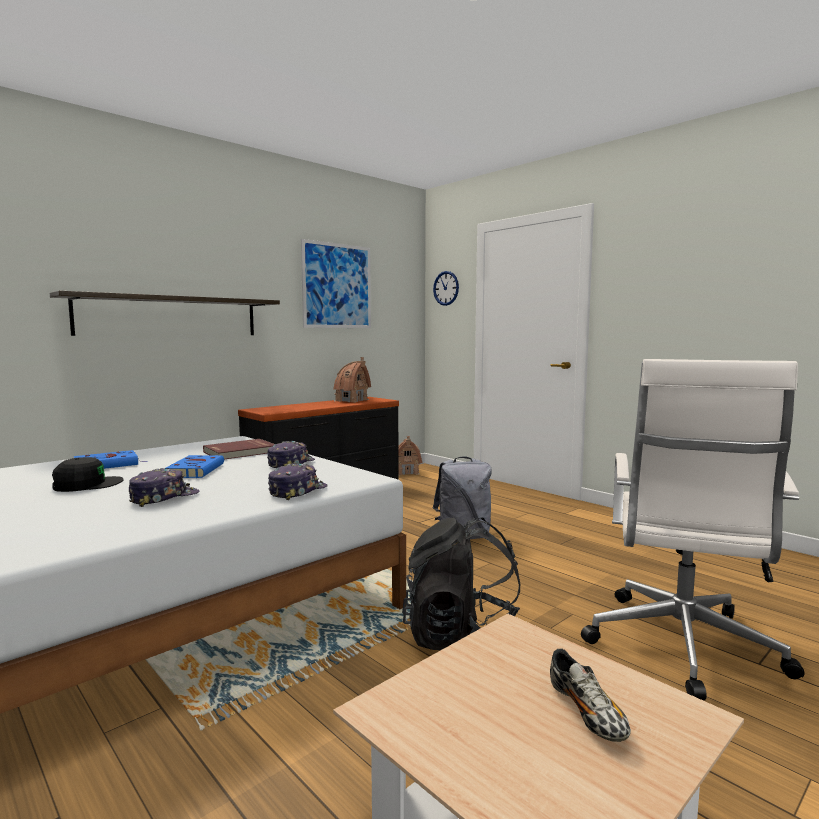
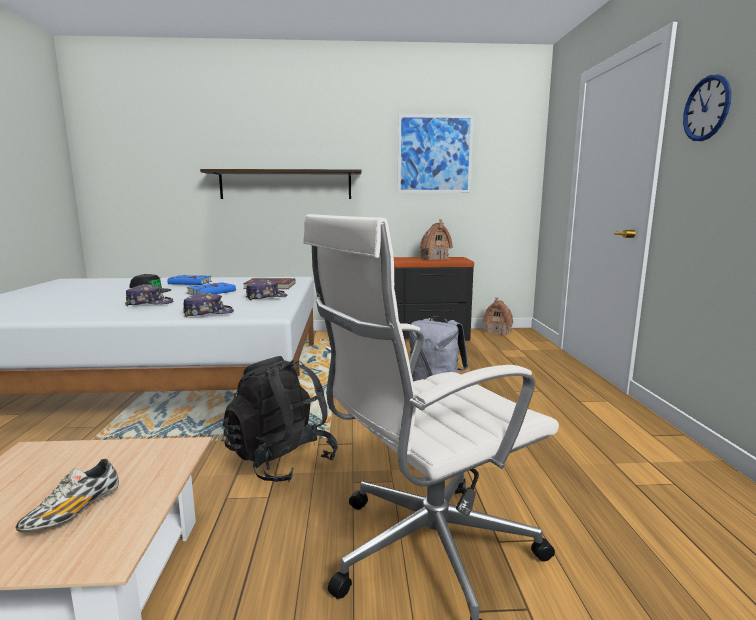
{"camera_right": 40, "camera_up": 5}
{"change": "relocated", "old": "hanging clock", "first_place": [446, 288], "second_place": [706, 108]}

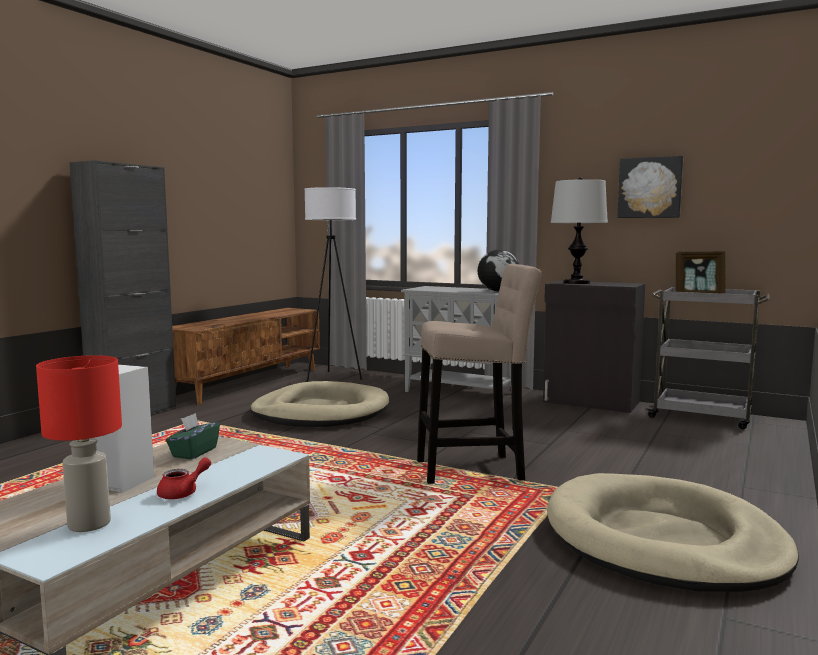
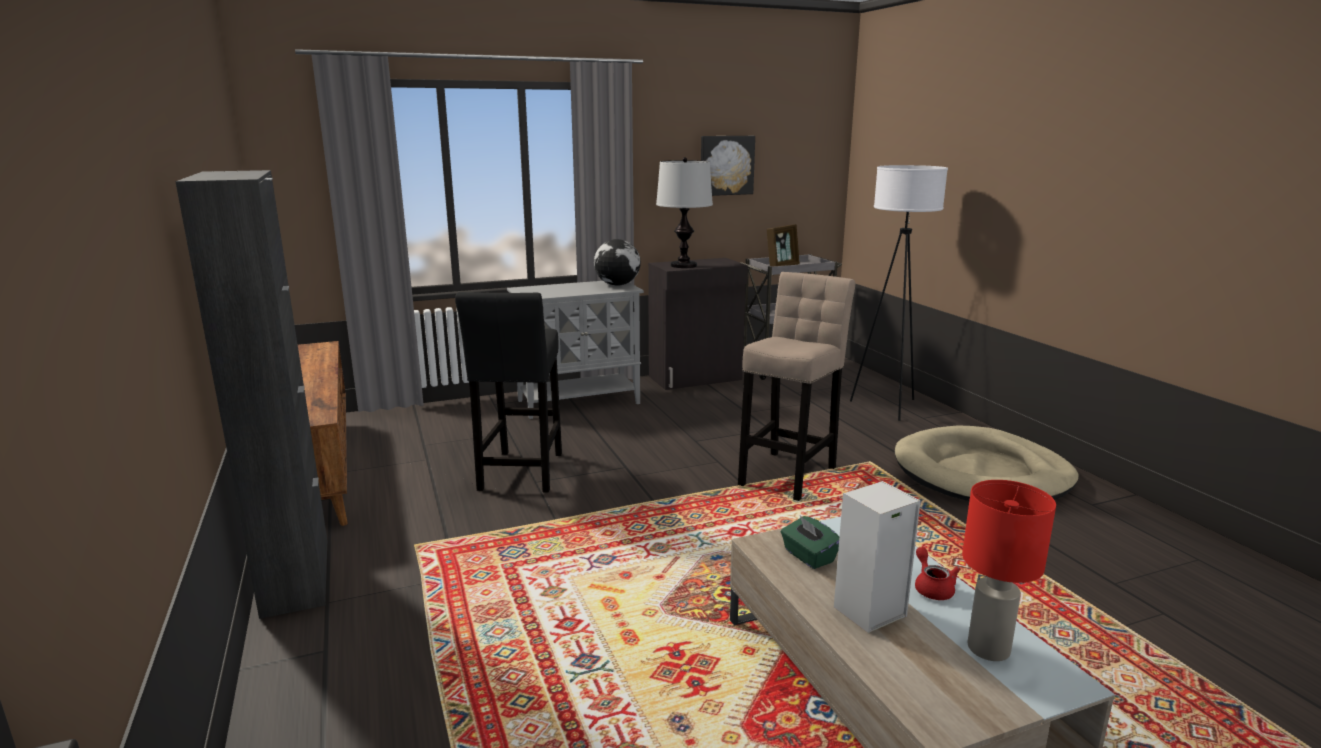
{"camera_right": -50, "camera_up": 10}
{"change": "relocated", "old": "whitish standard lamp", "first_place": [333, 378], "second_place": [888, 406]}
{"change": "exchanged", "old": "beige dog bed", "new": "blackish stool seat", "first_place": [320, 412], "second_place": [521, 474]}

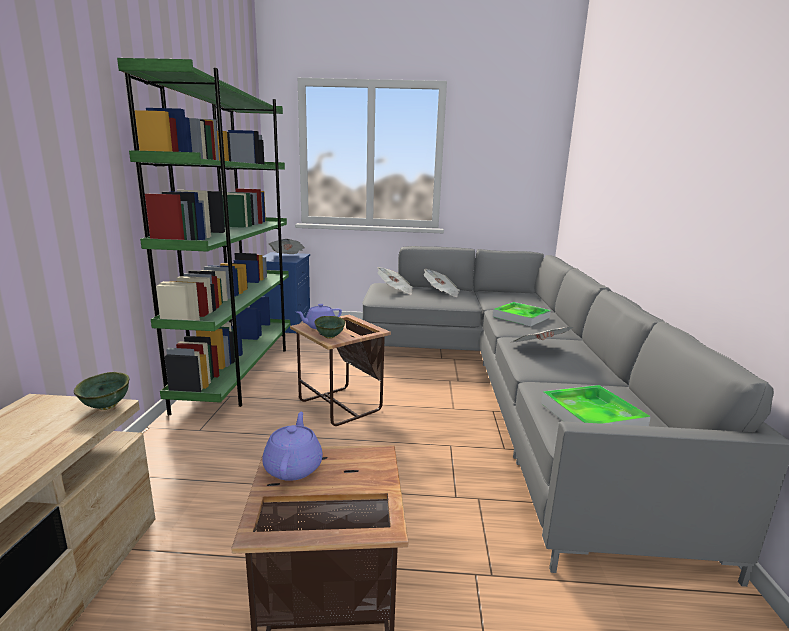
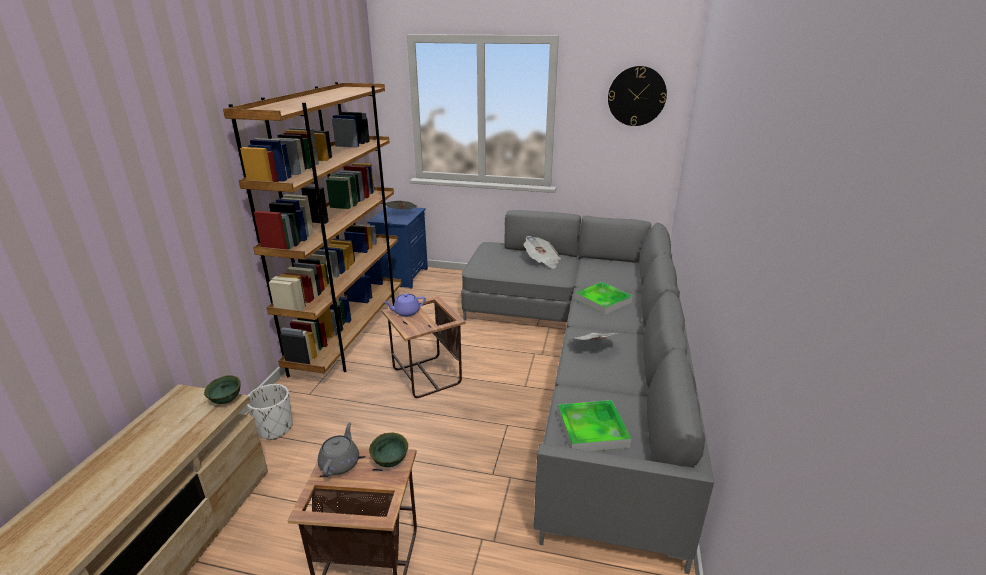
{"camera_right": 10, "camera_up": 10}
{"change": "missing", "old": "newspaper", "first_place": [395, 291]}
{"change": "appeared", "new": "whitish planter", "second_place": [275, 428]}
{"change": "appeared", "new": "hanging clock", "second_place": [636, 96]}
{"change": "relocated", "old": "green-coloured deep dish", "first_place": [330, 337], "second_place": [391, 461]}
{"change": "colour", "old": "green-coloured shelving unit", "new": "brown-coloured shelving unit", "first_place": [239, 373], "second_place": [350, 334]}
{"change": "colour", "old": "purplish tea pot", "new": "greyish tea pot", "first_place": [293, 466], "second_place": [340, 463]}

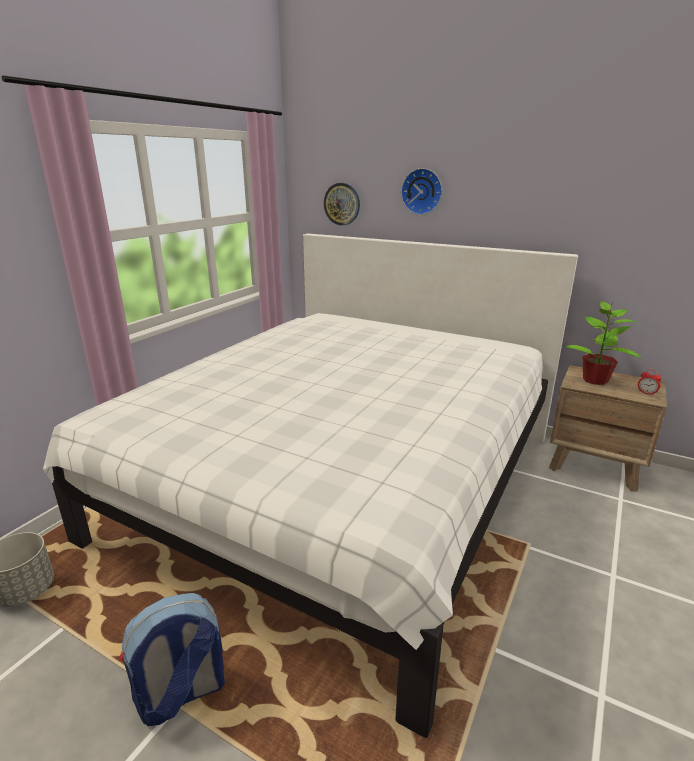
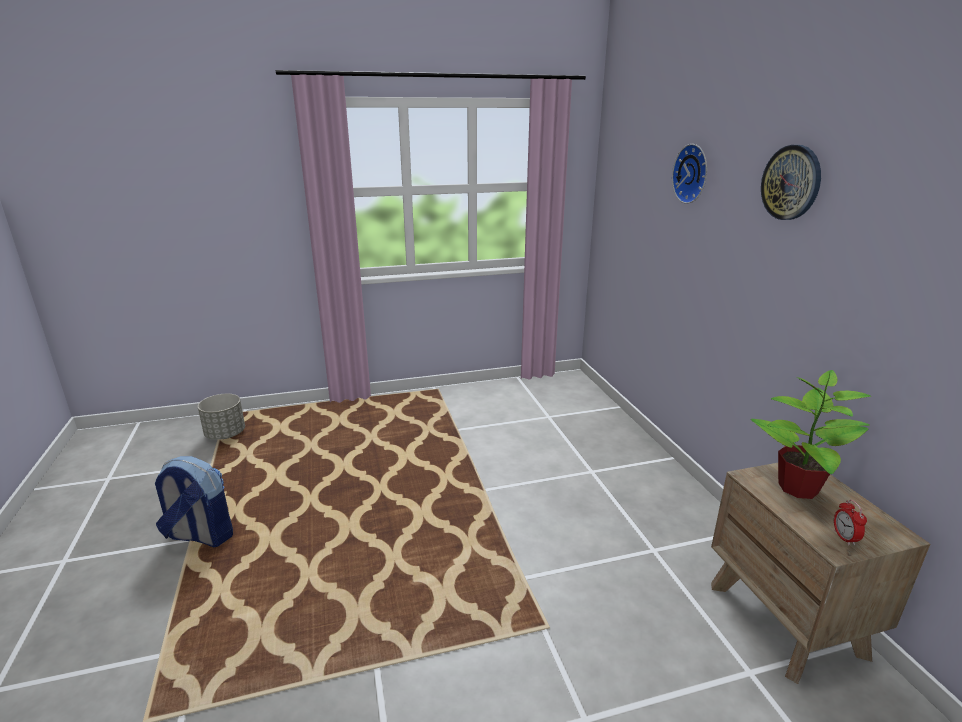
{"camera_right": 45, "camera_up": 0}
{"change": "missing", "old": "whitish bedroom bed", "first_place": [340, 483]}
{"change": "relocated", "old": "hanging clock", "first_place": [342, 204], "second_place": [791, 182]}

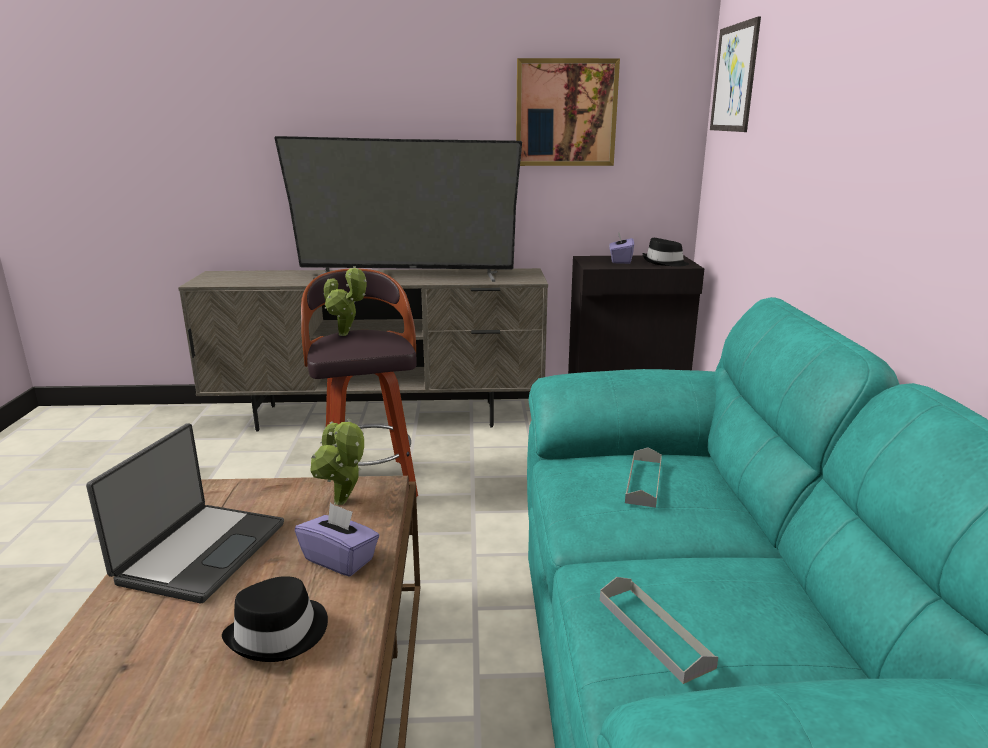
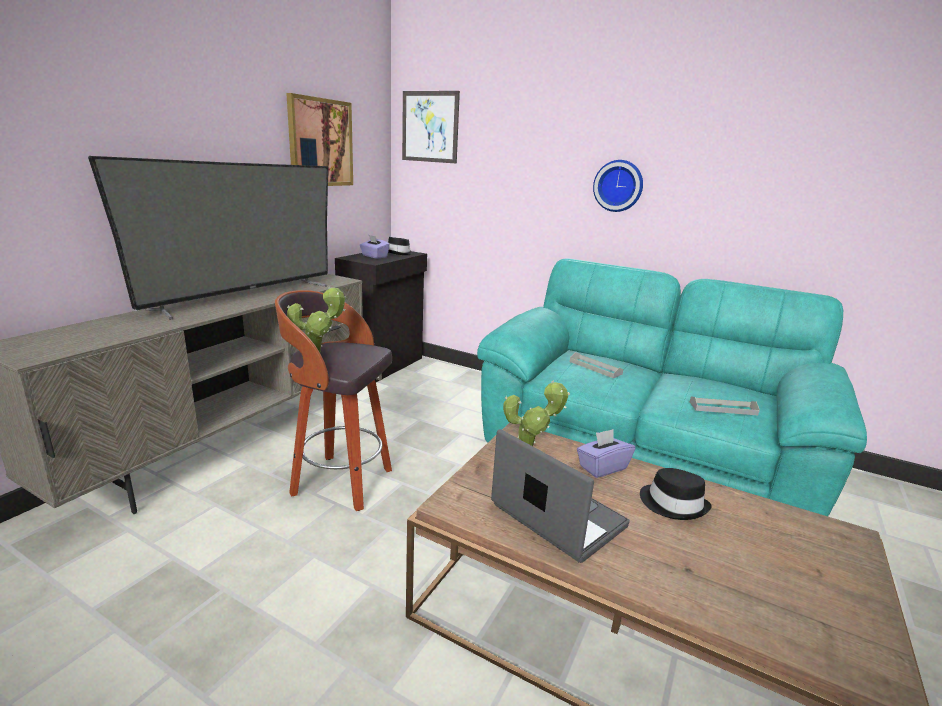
{"camera_right": -60, "camera_up": 0}
{"change": "appeared", "new": "hanging clock", "second_place": [618, 186]}

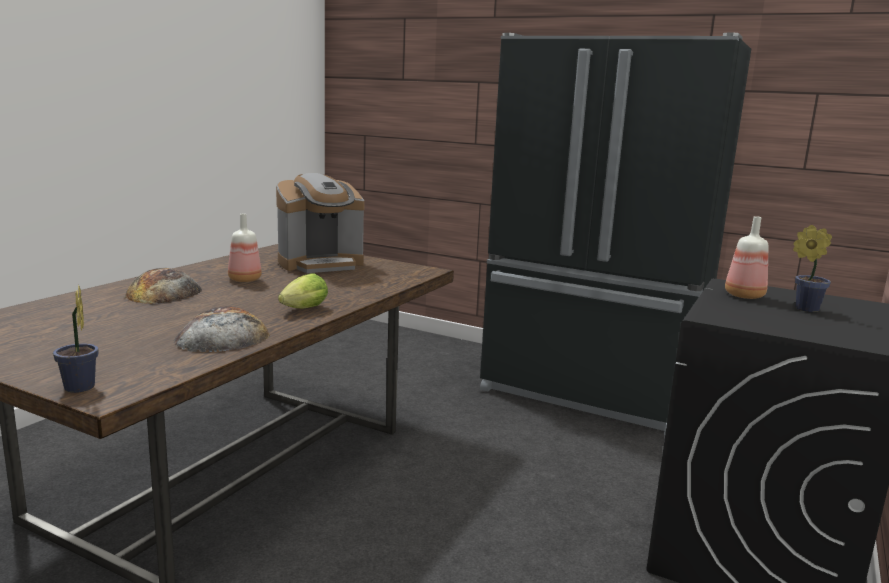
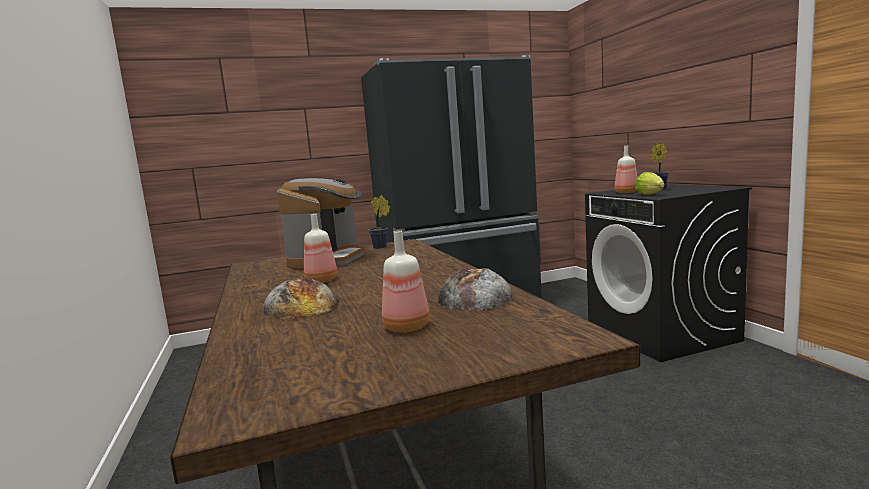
{"camera_right": -45, "camera_up": -5}
{"change": "appeared", "new": "drink bottle", "second_place": [407, 327]}
{"change": "relocated", "old": "potted plant", "first_place": [79, 389], "second_place": [381, 247]}
{"change": "relocated", "old": "head of lettuce", "first_place": [302, 309], "second_place": [651, 195]}

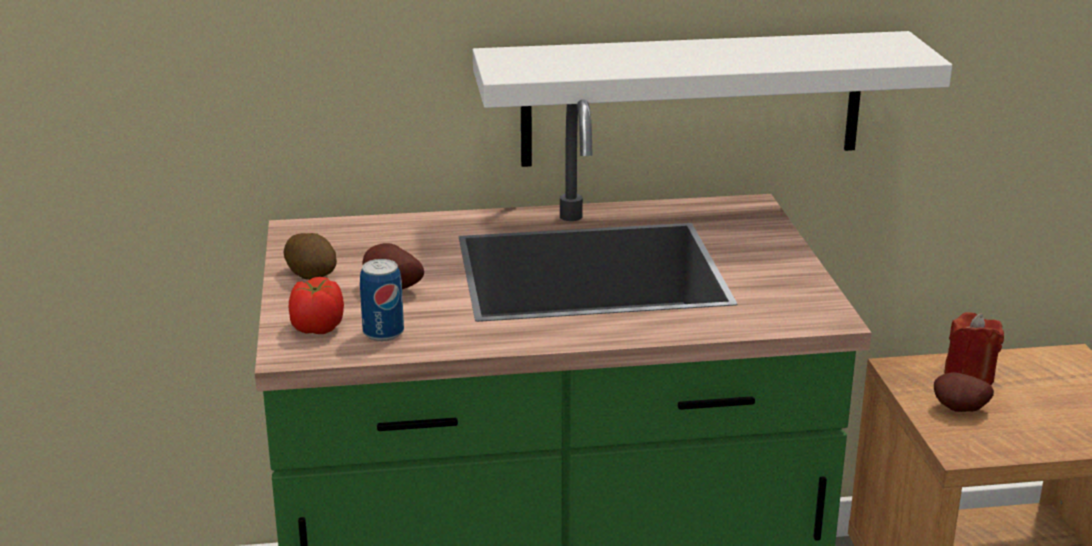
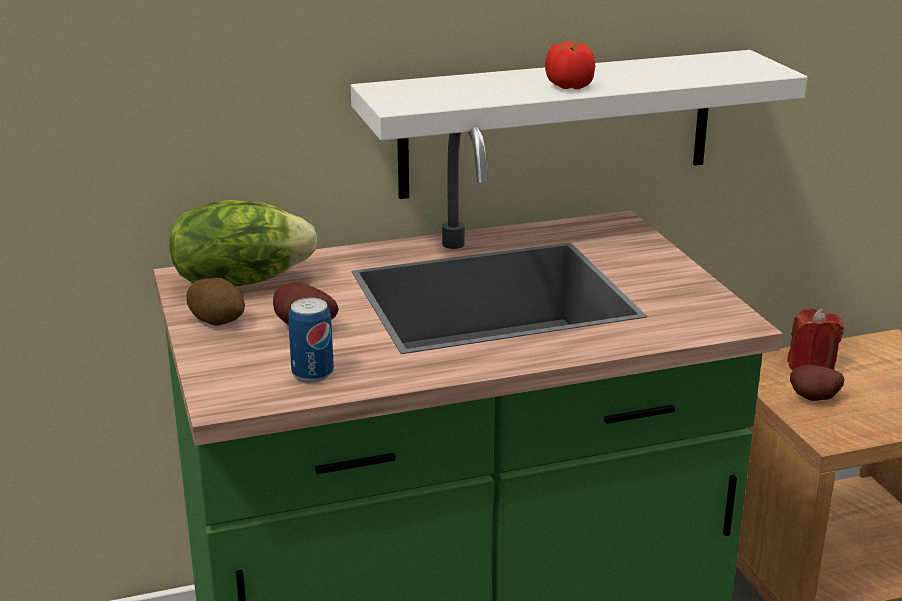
{"camera_right": -10, "camera_up": 0}
{"change": "appeared", "new": "head of lettuce", "second_place": [240, 281]}
{"change": "relocated", "old": "fresh tomato", "first_place": [316, 328], "second_place": [569, 86]}

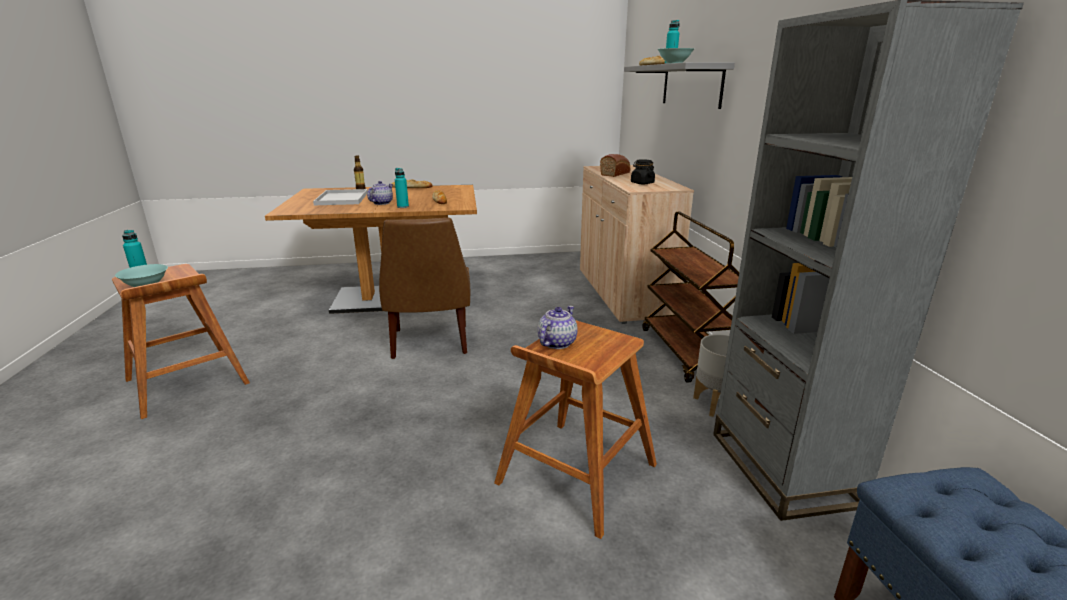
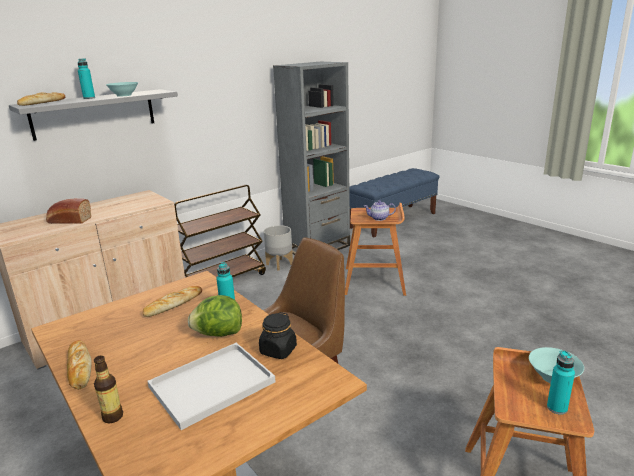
{"camera_right": -120, "camera_up": 0}
{"change": "relocated", "old": "blackish jar", "first_place": [642, 183], "second_place": [278, 350]}
{"change": "exchanged", "old": "tea pot", "new": "head of lettuce", "first_place": [381, 203], "second_place": [218, 334]}

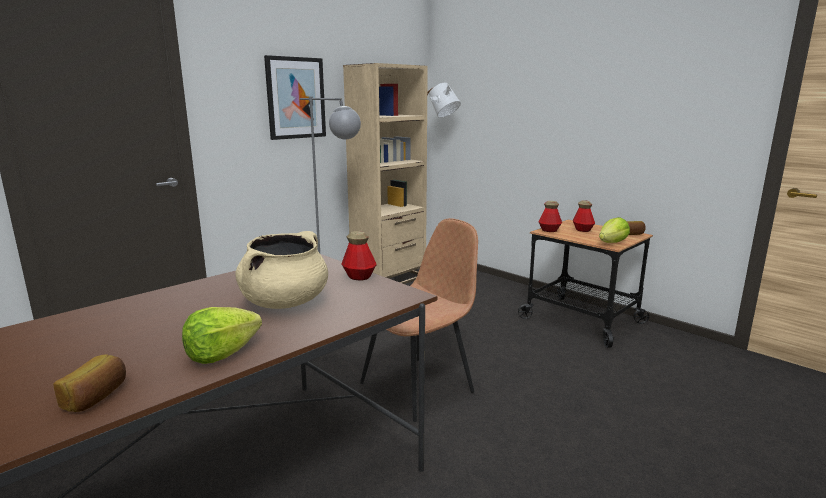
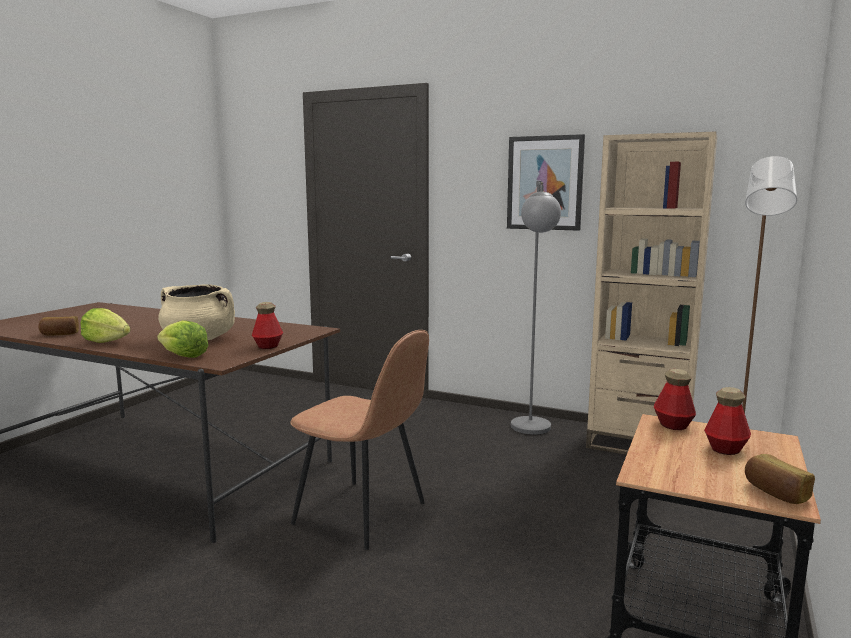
{"camera_right": 70, "camera_up": -5}
{"change": "relocated", "old": "head of lettuce", "first_place": [612, 243], "second_place": [183, 356]}

